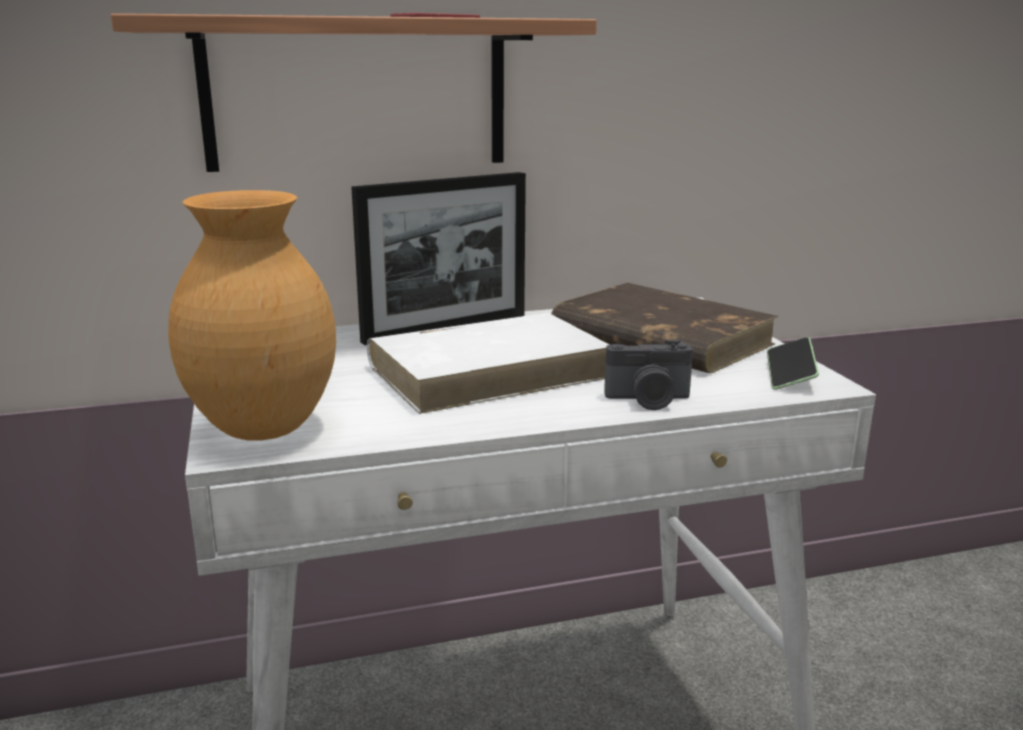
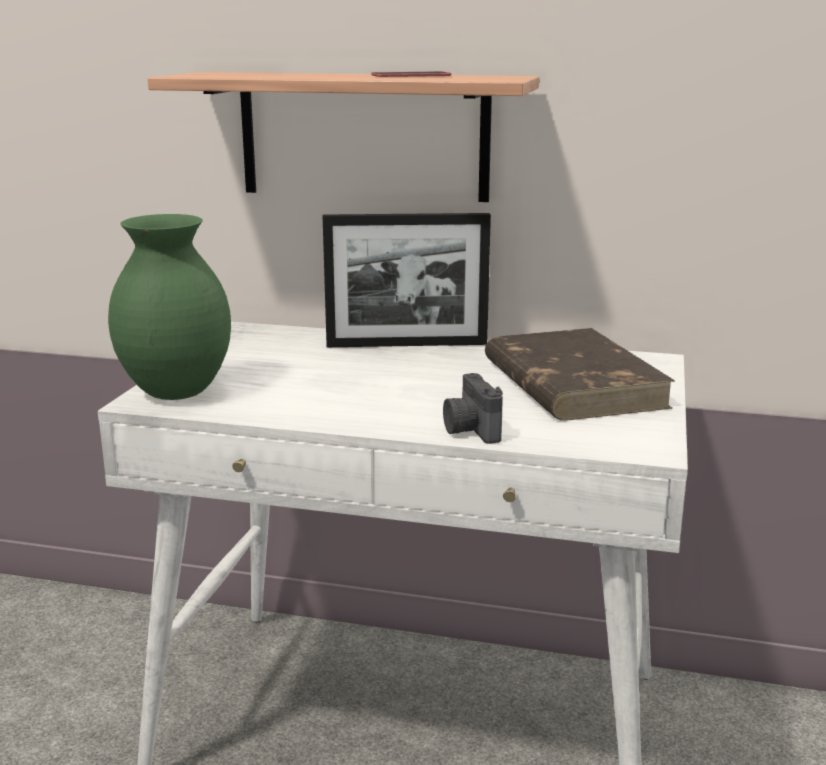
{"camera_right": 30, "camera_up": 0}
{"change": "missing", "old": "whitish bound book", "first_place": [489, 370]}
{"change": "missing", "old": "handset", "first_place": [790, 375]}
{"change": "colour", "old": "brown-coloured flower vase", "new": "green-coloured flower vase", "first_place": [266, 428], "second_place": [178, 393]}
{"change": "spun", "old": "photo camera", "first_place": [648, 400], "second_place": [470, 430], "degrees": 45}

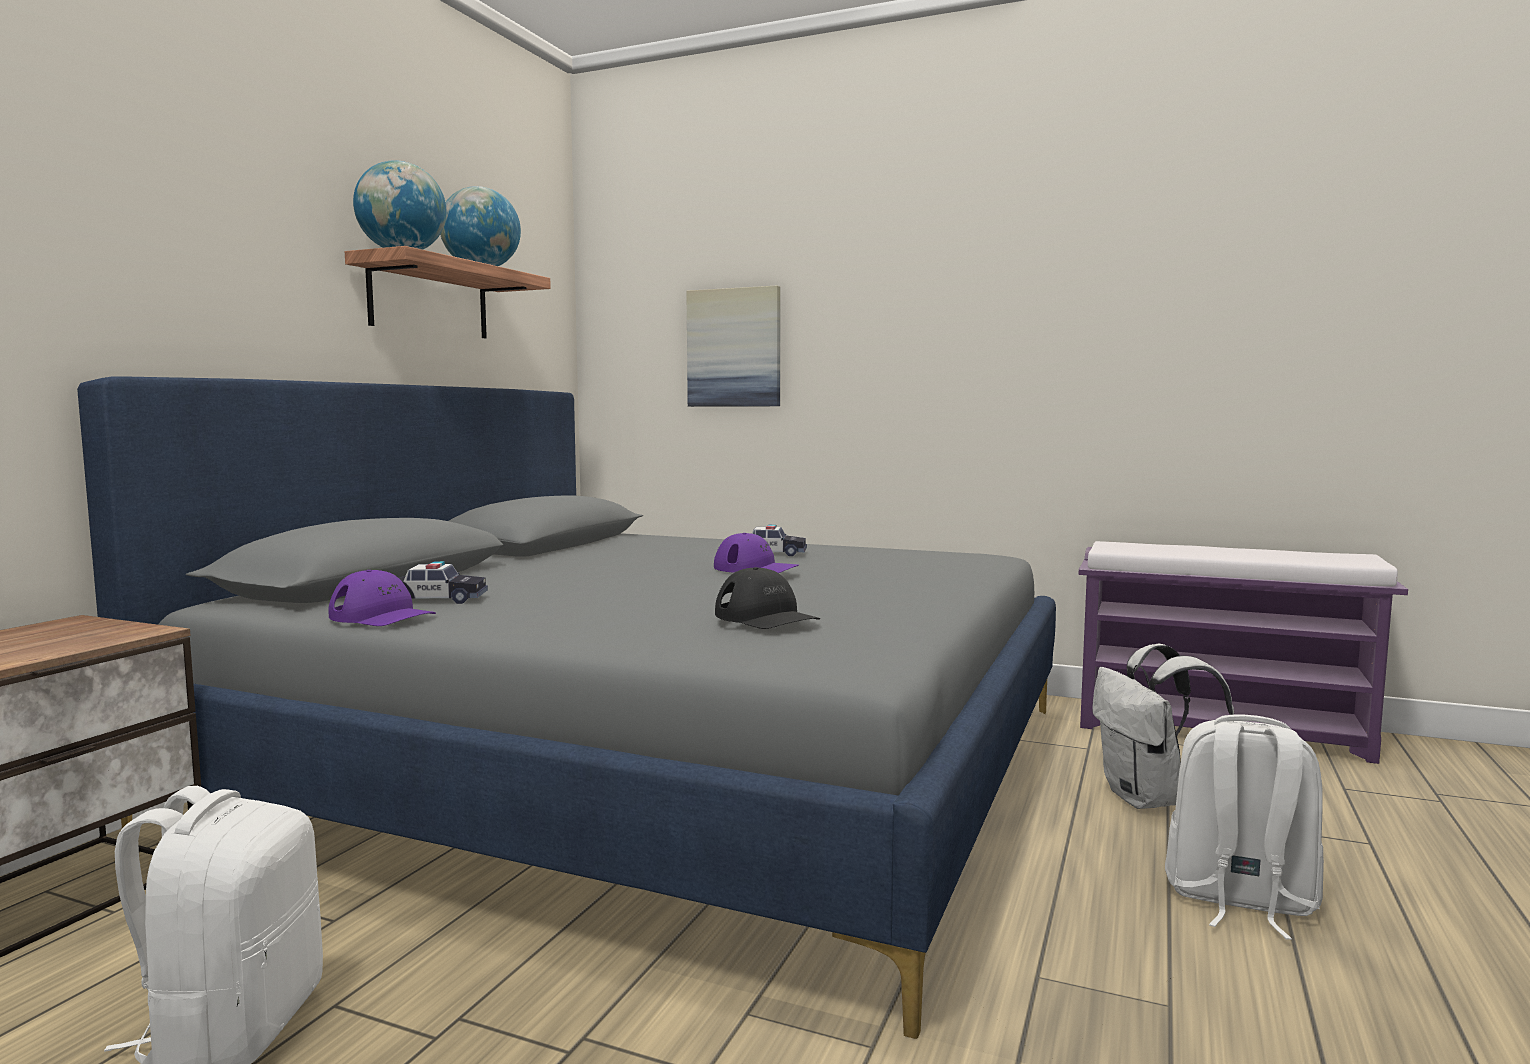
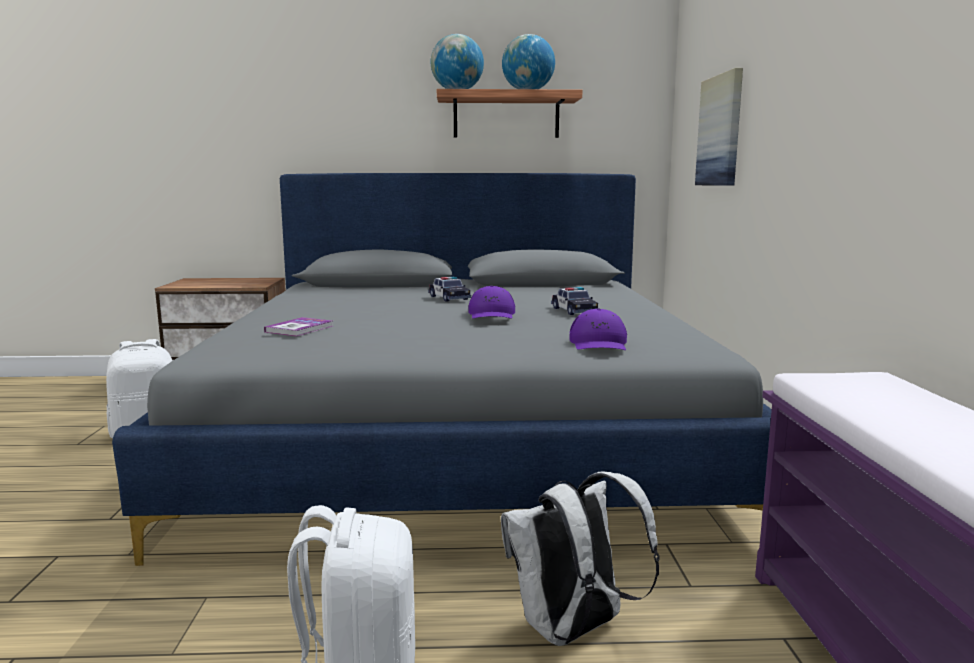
{"camera_right": 65, "camera_up": 5}
{"change": "relocated", "old": "purplish peaked cap", "first_place": [382, 616], "second_place": [599, 343]}
{"change": "relocated", "old": "miniature car", "first_place": [437, 599], "second_place": [449, 298]}
{"change": "exchanged", "old": "blackish peaked cap", "new": "bound book", "first_place": [766, 617], "second_place": [299, 329]}

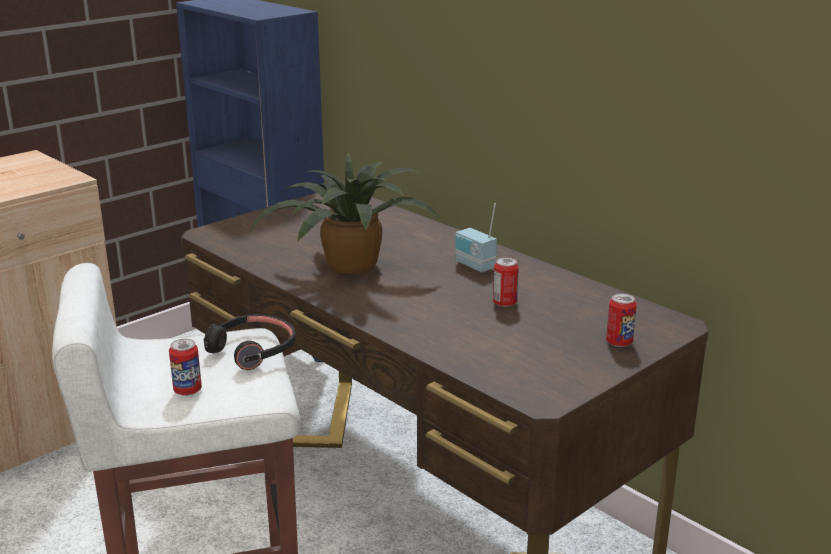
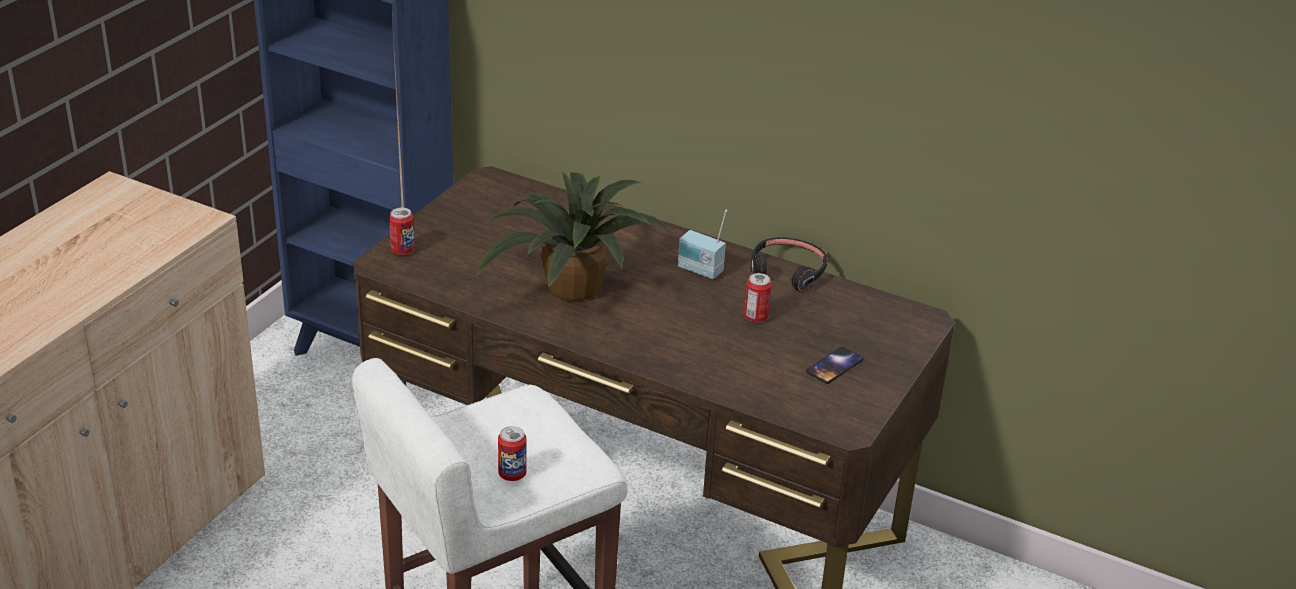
{"camera_right": -20, "camera_up": 10}
{"change": "appeared", "new": "handset", "second_place": [834, 366]}
{"change": "relocated", "old": "blackish headphones", "first_place": [253, 350], "second_place": [787, 272]}
{"change": "relocated", "old": "sealed can", "first_place": [619, 342], "second_place": [402, 250]}

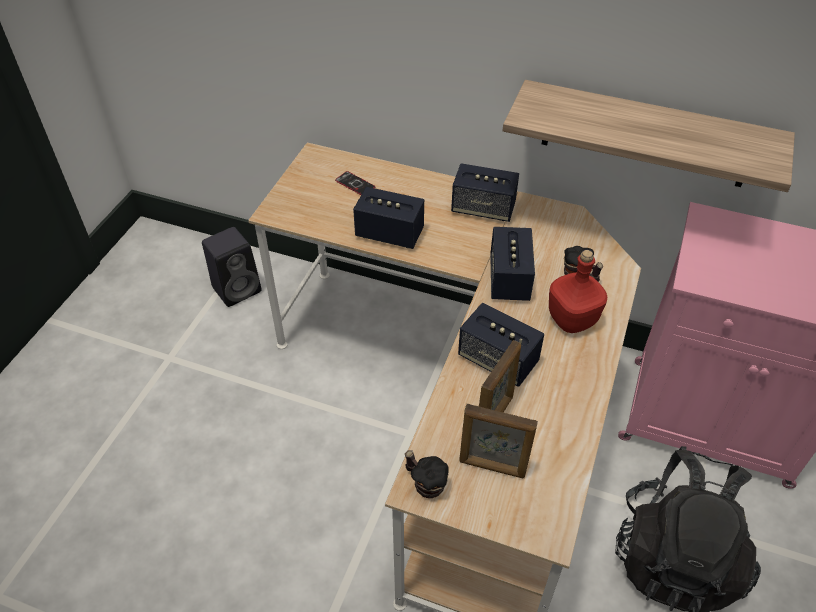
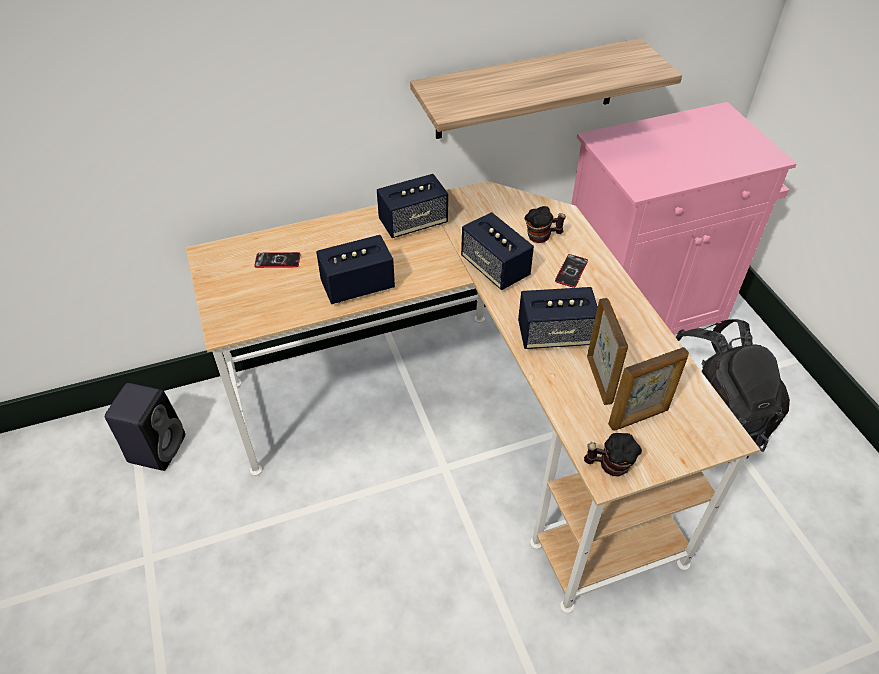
{"camera_right": -40, "camera_up": 0}
{"change": "exchanged", "old": "red drink bottle", "new": "handset", "first_place": [571, 319], "second_place": [571, 271]}

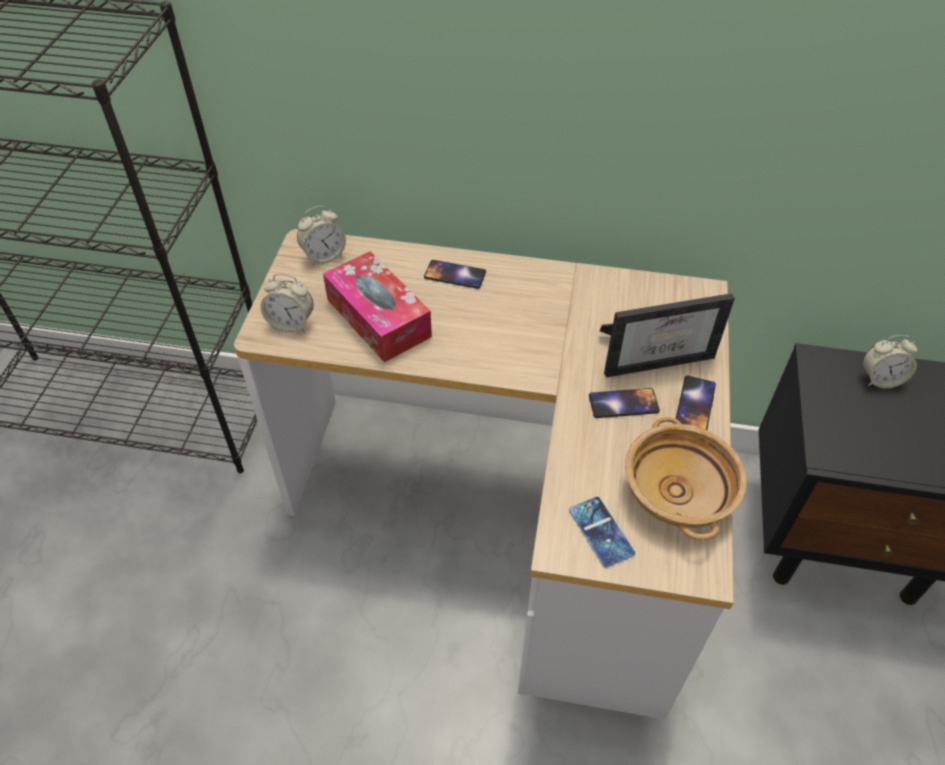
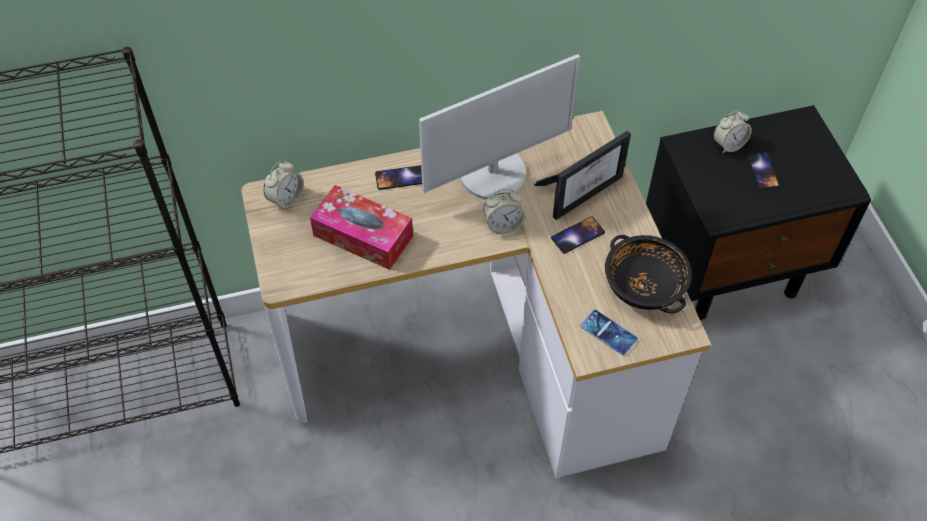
{"camera_right": -25, "camera_up": 5}
{"change": "appeared", "new": "monitor", "second_place": [493, 173]}
{"change": "relocated", "old": "bedside clock", "first_place": [291, 323], "second_place": [503, 225]}
{"change": "relocated", "old": "handset", "first_place": [695, 404], "second_place": [762, 171]}
{"change": "colour", "old": "beige deep dish", "new": "blackish deep dish", "first_place": [679, 493], "second_place": [645, 285]}

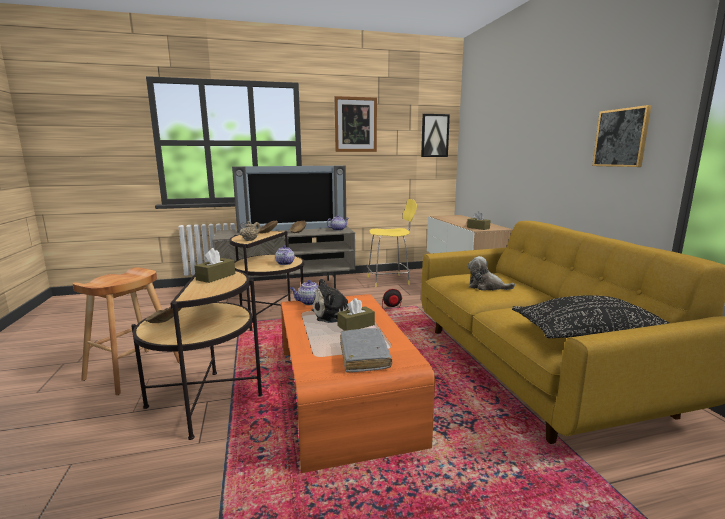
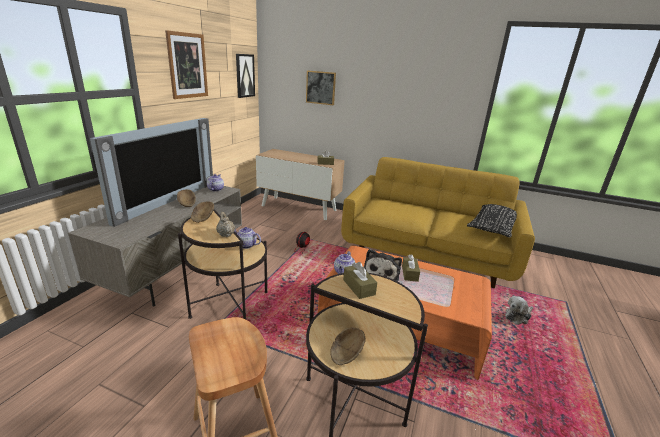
{"camera_right": -55, "camera_up": 10}
{"change": "missing", "old": "greyish bound book", "first_place": [364, 356]}
{"change": "missing", "old": "yellow stool seat", "first_place": [389, 281]}
{"change": "relocated", "old": "cuddly toy", "first_place": [486, 287], "second_place": [517, 317]}
{"change": "relocated", "old": "picture", "first_place": [621, 138], "second_place": [320, 87]}

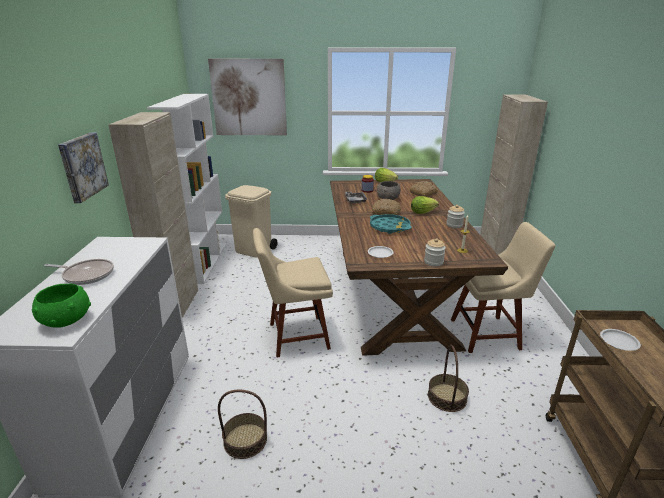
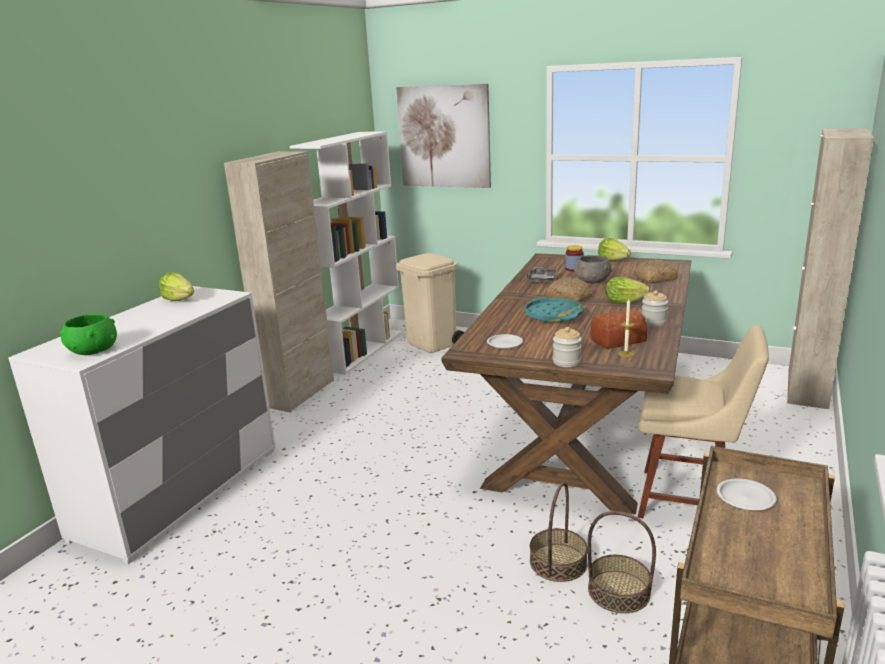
{"camera_right": 25, "camera_up": -5}
{"change": "missing", "old": "skillet", "first_place": [86, 275]}
{"change": "missing", "old": "picture", "first_place": [82, 166]}
{"change": "missing", "old": "beige plain chair", "first_place": [295, 336]}
{"change": "appeared", "new": "head of lettuce", "second_place": [179, 300]}
{"change": "appeared", "new": "bakery bread", "second_place": [616, 340]}
{"change": "relocated", "old": "storage basket", "first_place": [245, 440], "second_place": [618, 591]}

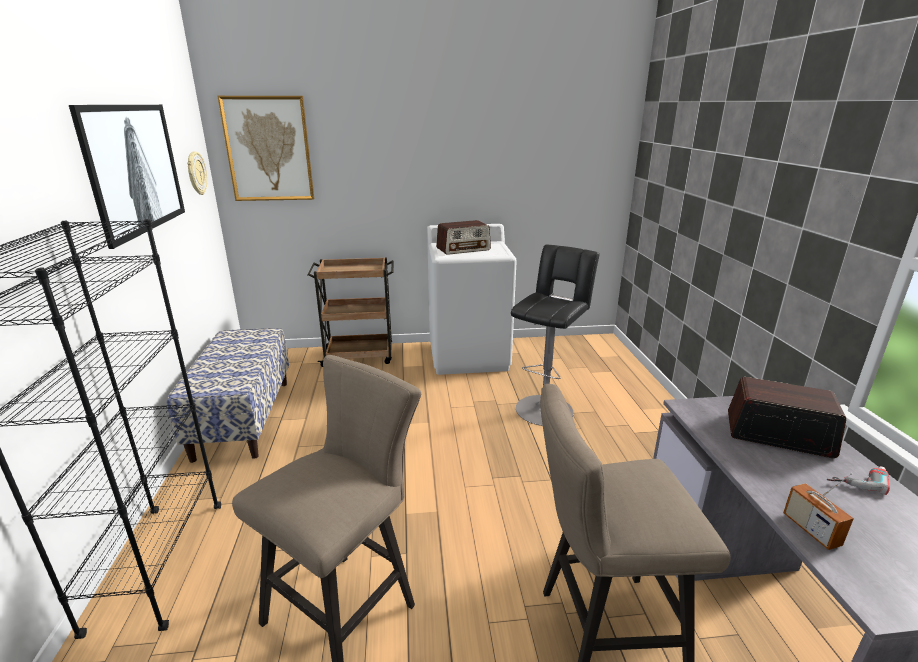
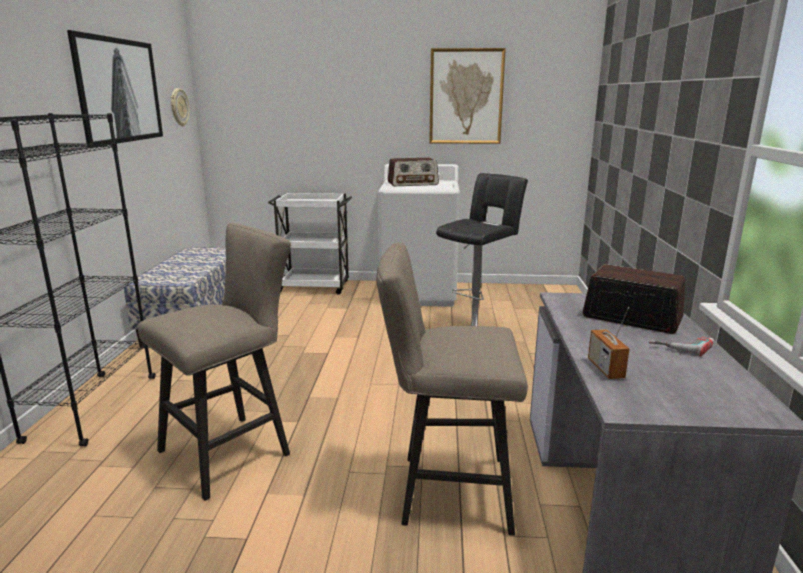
{"camera_right": 10, "camera_up": -5}
{"change": "relocated", "old": "picture", "first_place": [268, 149], "second_place": [466, 97]}
{"change": "colour", "old": "brown-coloured trolley", "new": "whitish trolley", "first_place": [360, 355], "second_place": [315, 287]}

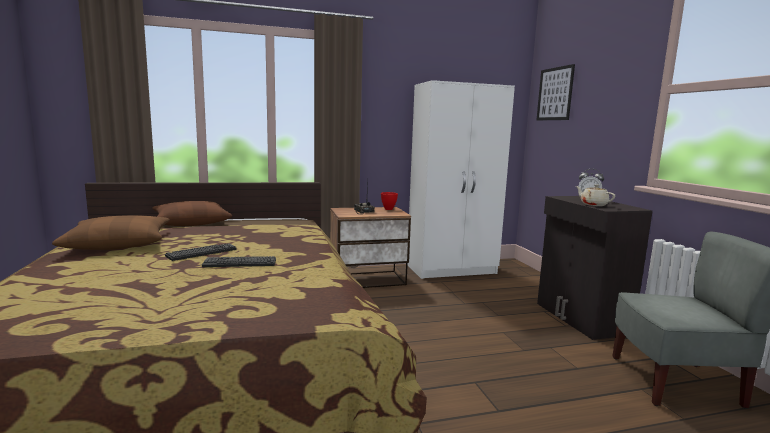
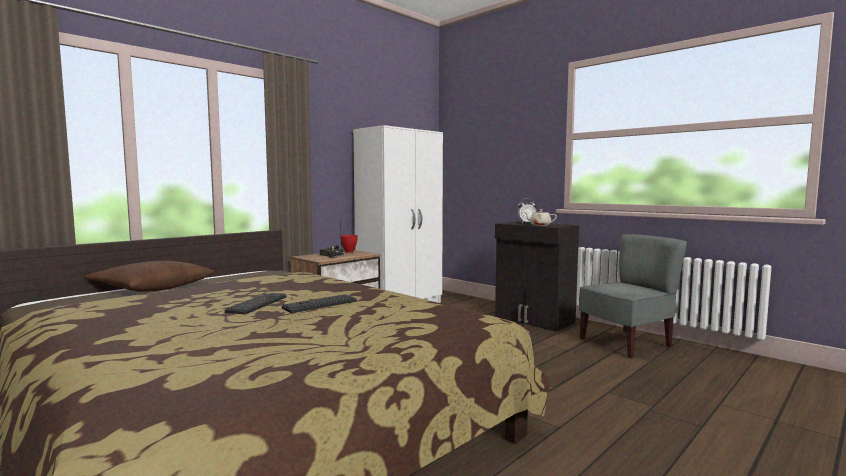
{"camera_right": -30, "camera_up": -5}
{"change": "missing", "old": "brown-coloured cushion", "first_place": [119, 243]}
{"change": "missing", "old": "picture", "first_place": [555, 94]}

